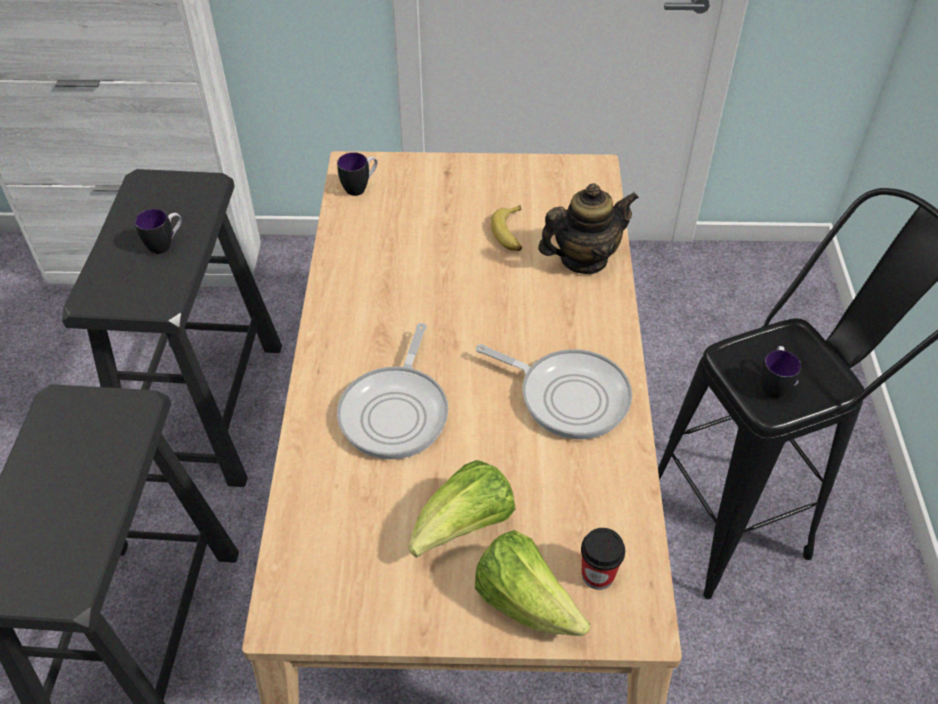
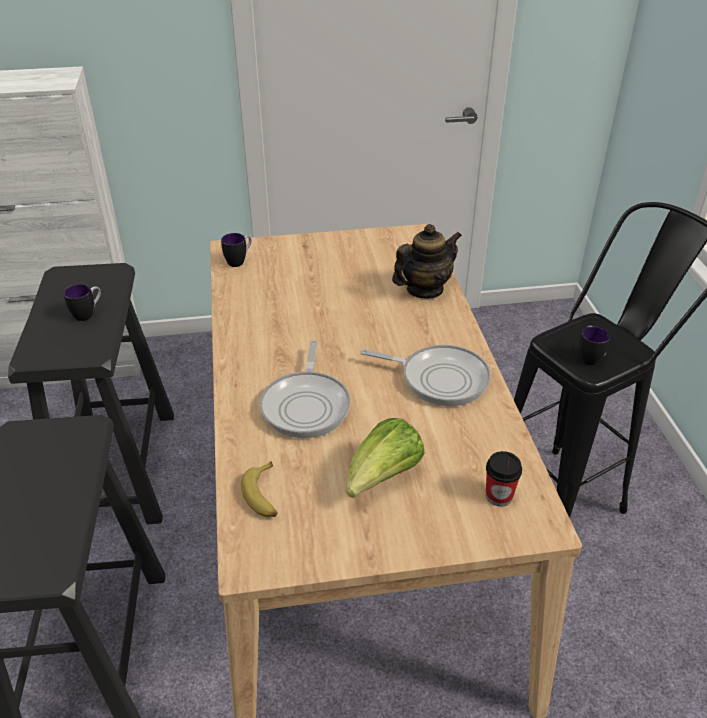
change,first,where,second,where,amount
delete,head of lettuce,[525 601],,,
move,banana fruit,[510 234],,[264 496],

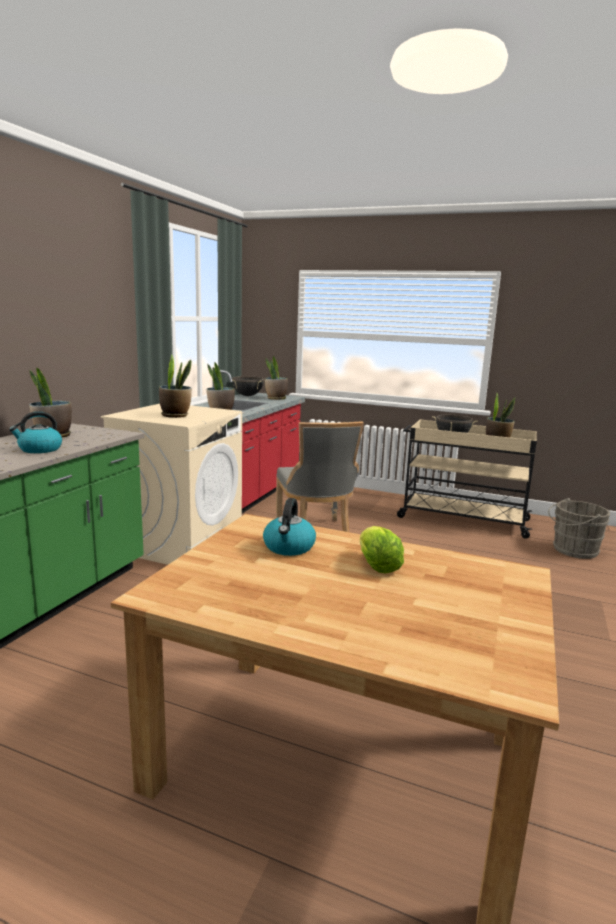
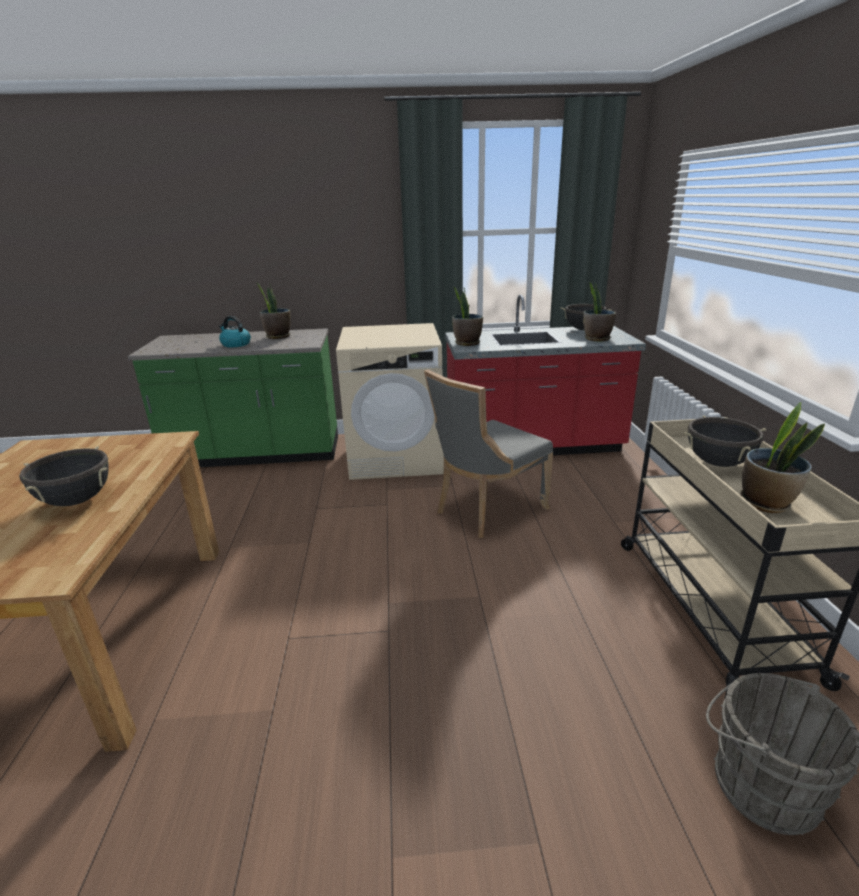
change,first,where,second,where,amount
delete,plant in a pot,[175 415],,,
delete,kettle,[289 547],,,
replace,head of lettuce,[377 565],saucepot (blackish),[76 501],

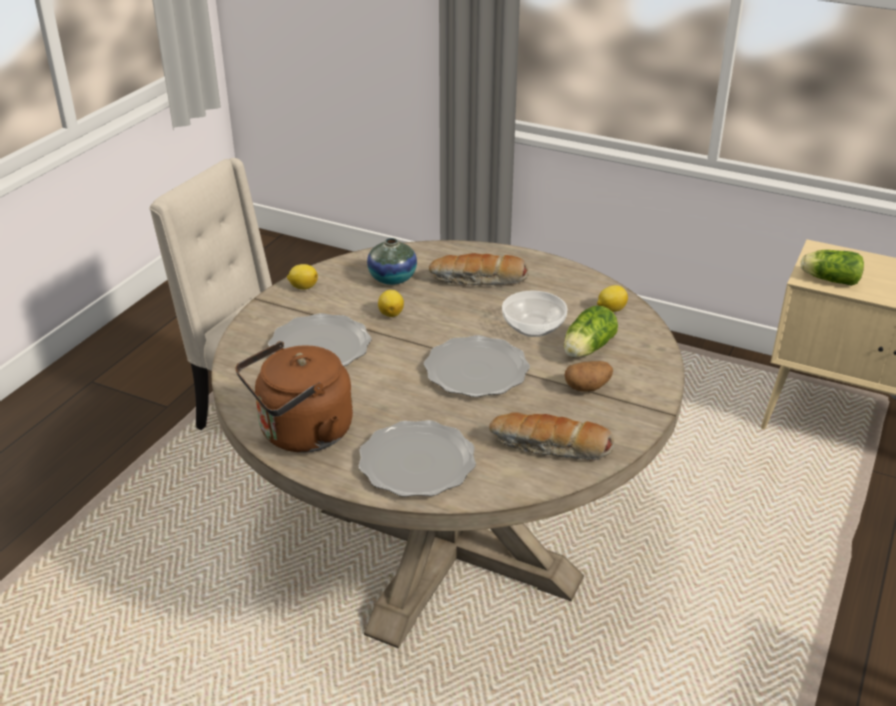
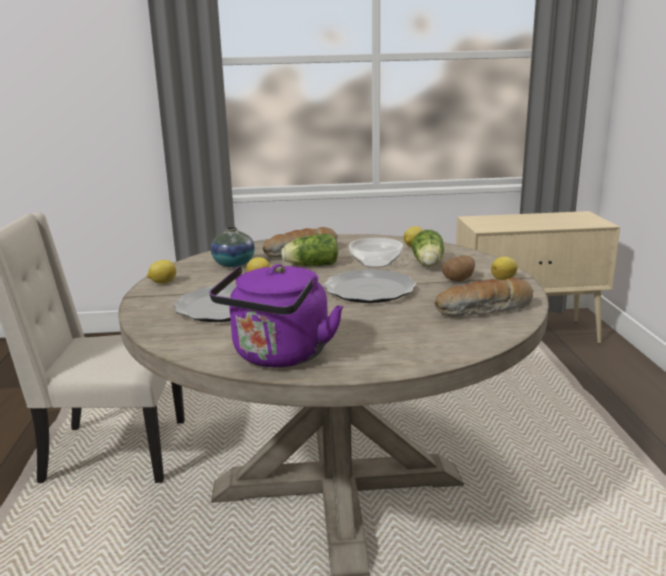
change,first,where,second,where,amount
delete,dinner plate,[416 463],,,
insert,,,whole lemon,[504 279],
move,head of lettuce,[828 279],,[310 265],
recolor,kettle (brownish),[301 434],kettle (purplish),[278 356],

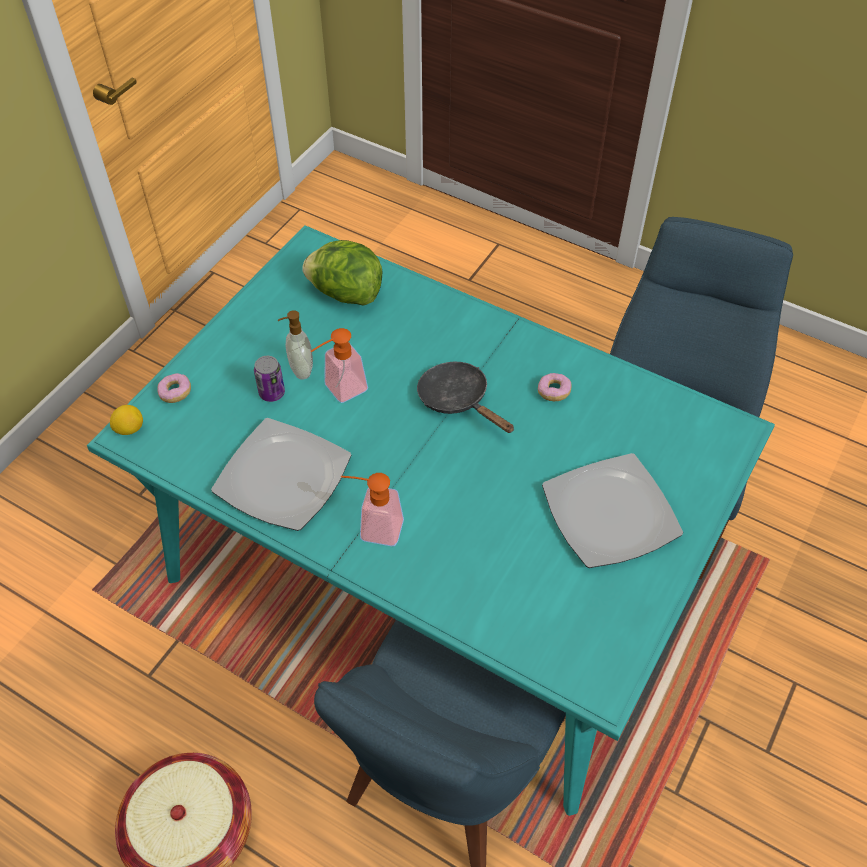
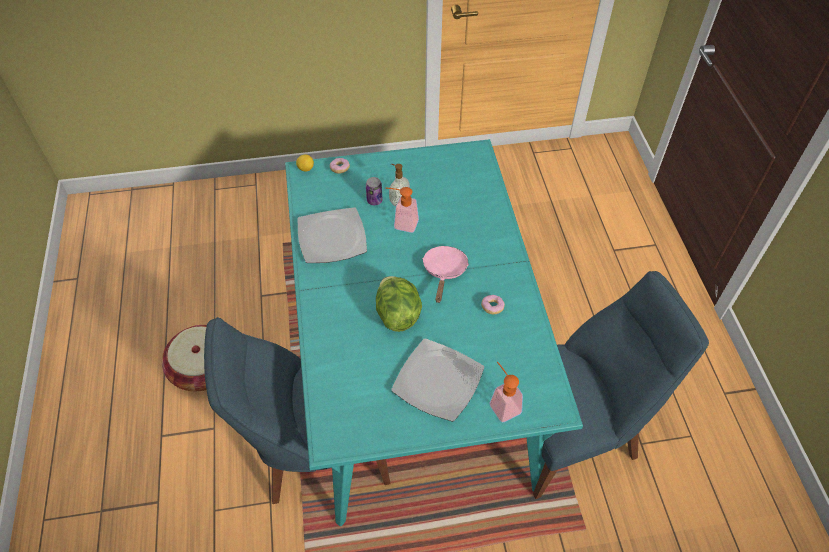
change,first,where,second,where,amount
move,head of lettuce,[345 294],,[397 314],
move,soap dispenser,[373 528],,[502 404],
recolor,pan (blackish),[458 400],pan (pink-coloured),[444 271],

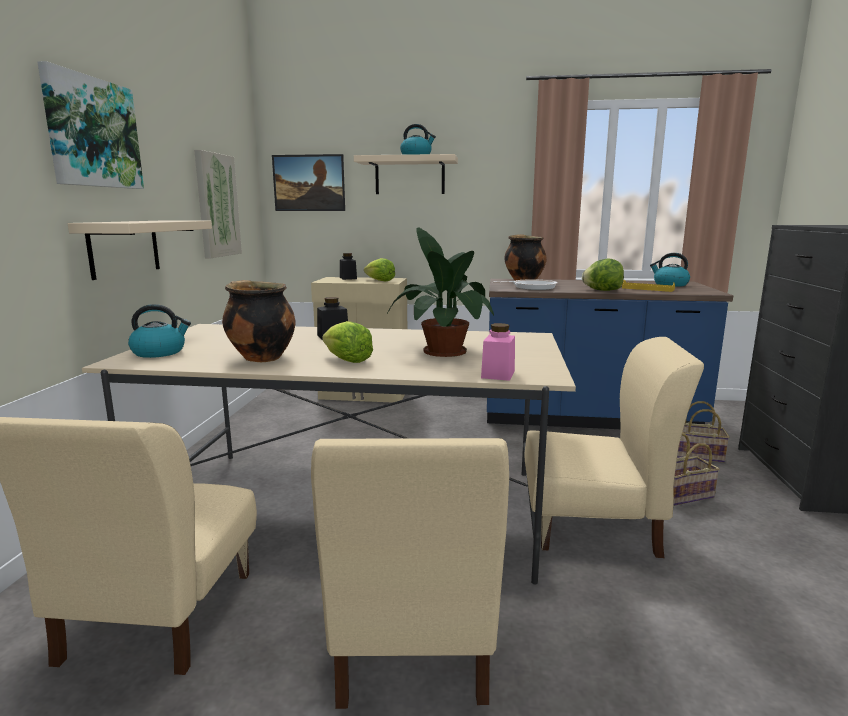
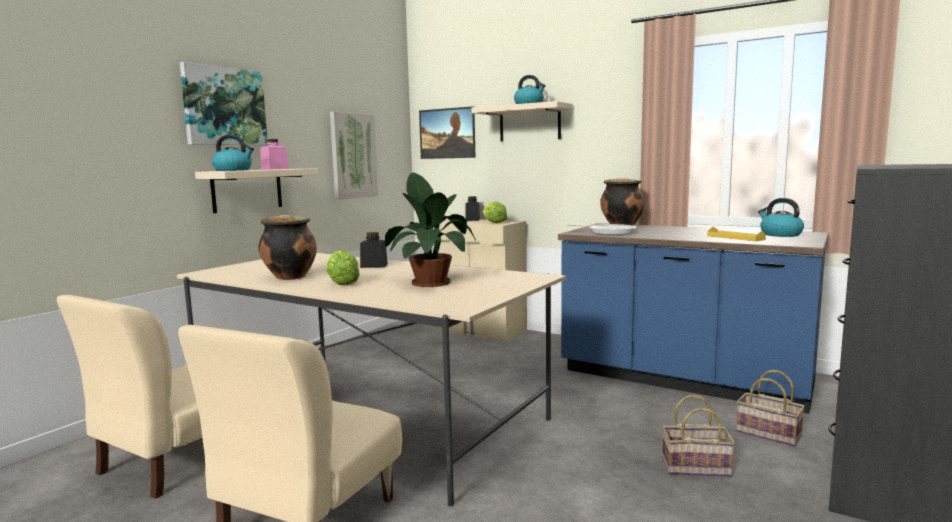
change,first,where,second,where,amount
delete,plain chair (beige-coloured),[593 525],,,
delete,head of lettuce,[602 290],,,
move,kettle,[160 352],,[233 170],
move,preserve jar (pink-coloured),[498 374],,[274 169],

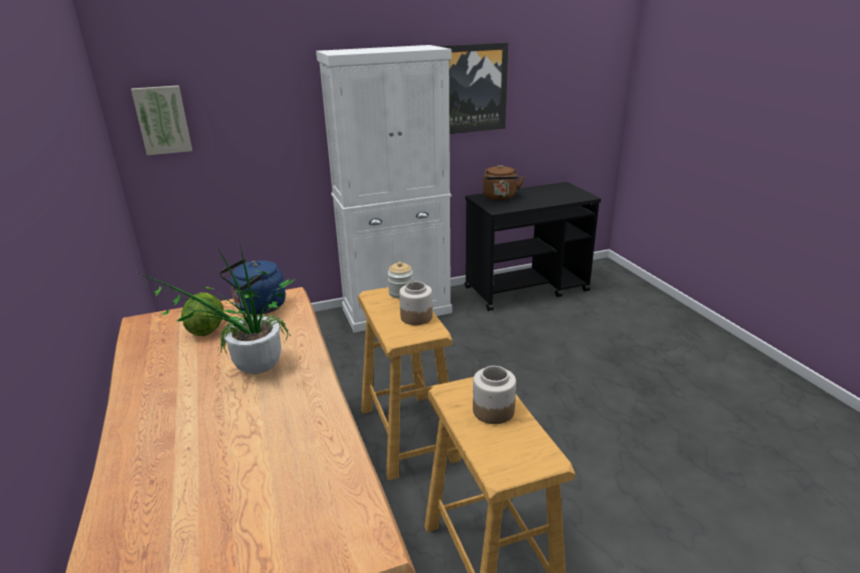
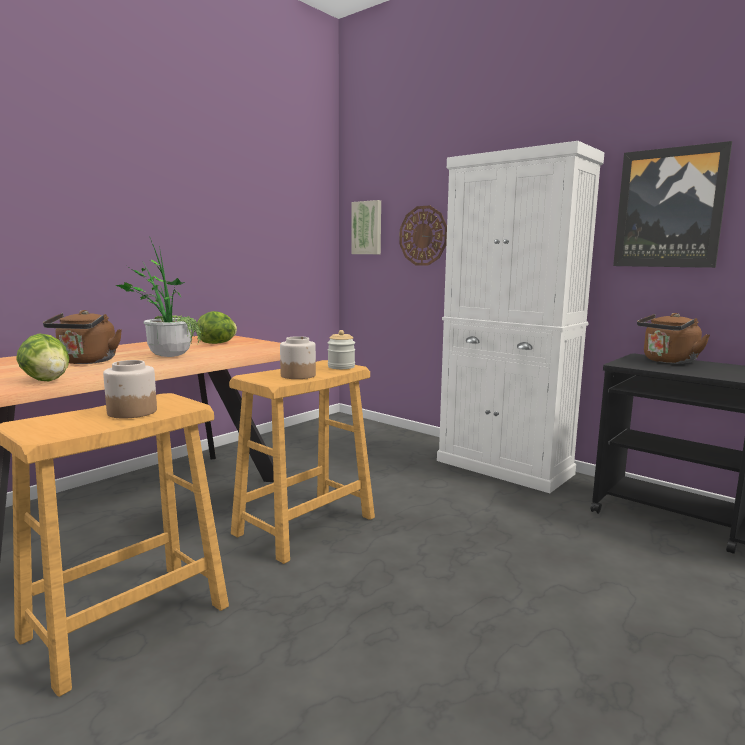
change,first,where,second,where,amount
delete,kettle (blue),[258 308],,,
insert,,,head of lettuce,[47 380],
insert,,,kettle (brownish),[86 362],
insert,,,wall clock,[423 236],

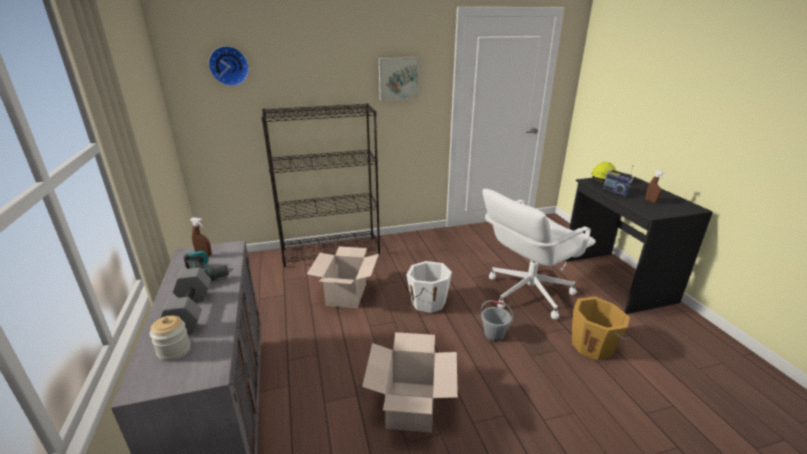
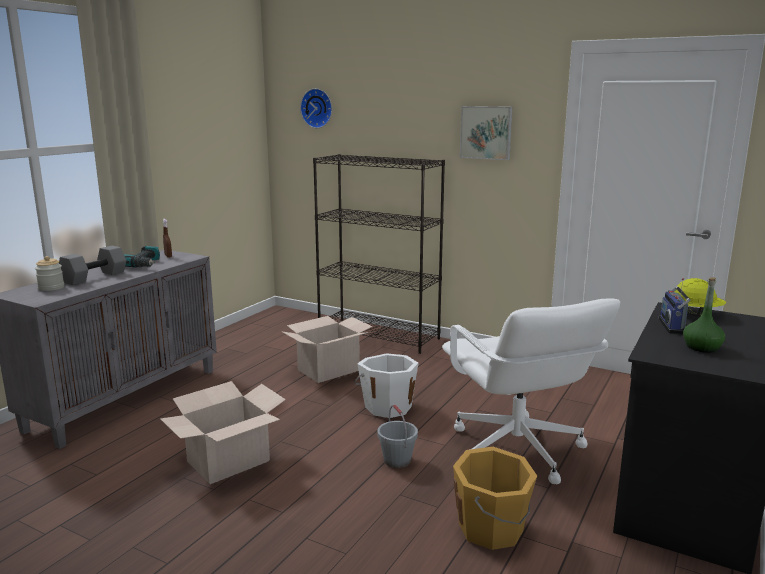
change,first,where,second,where,amount
replace,sprayer (brownish),[651 201],drink bottle (green-coloured),[701 347],
rotate,desk chair (white),[527 293],,[516 450],120 degrees counterclockwise

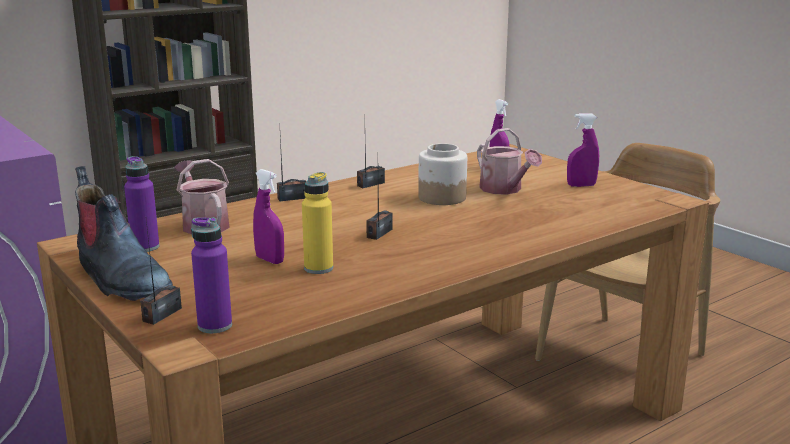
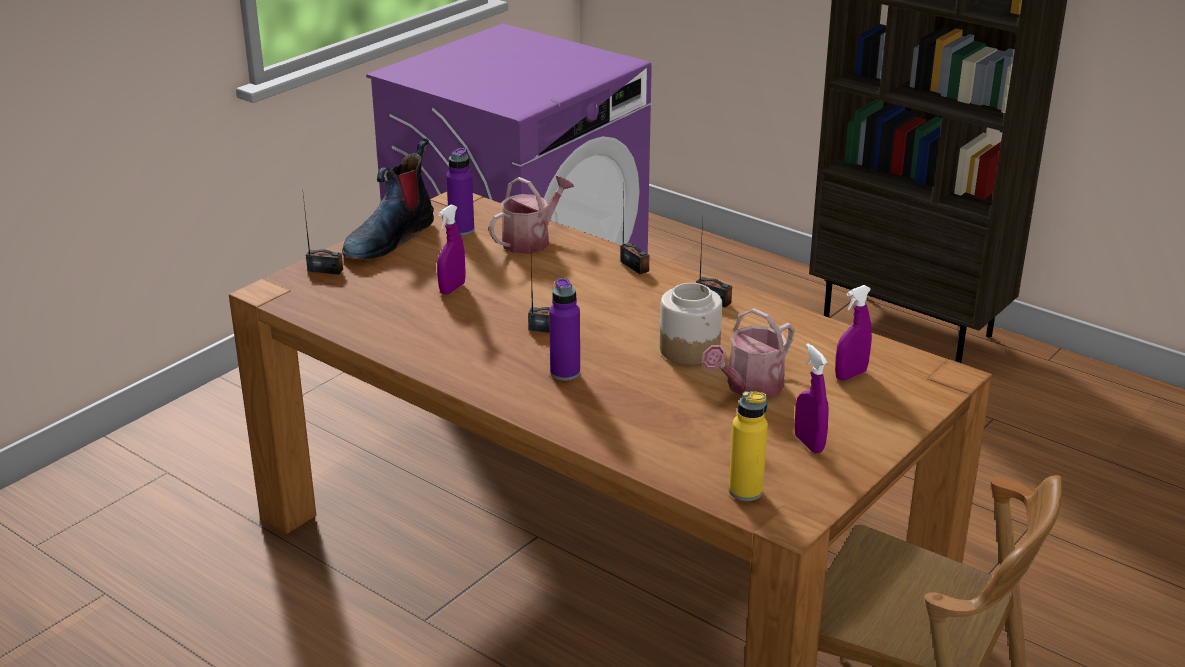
change,first,where,second,where,amount
move,drink bottle (purplish),[215 326],,[565 373],
move,drink bottle (yellow-coloured),[318 268],,[745 491],

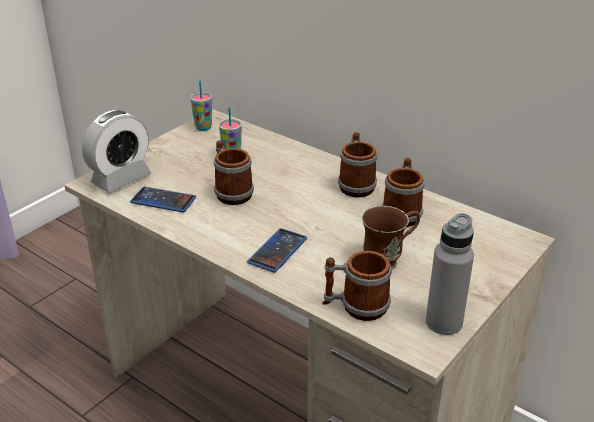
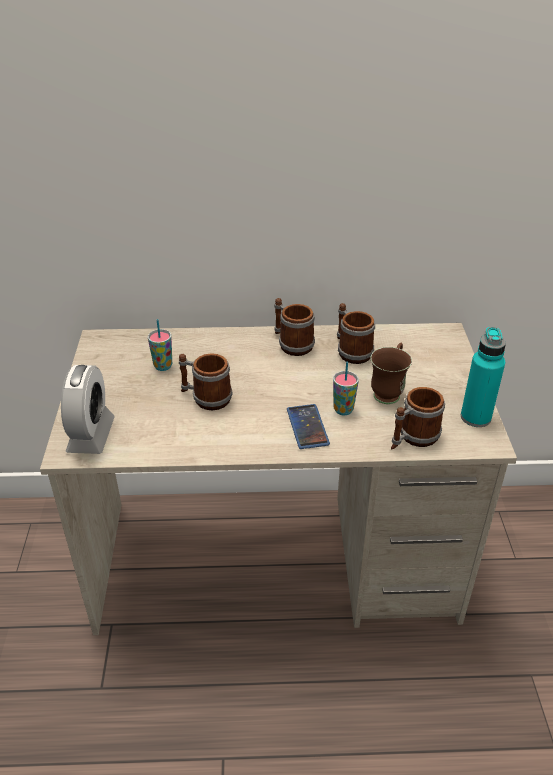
change,first,where,second,where,amount
delete,phone,[163 200],,,
move,drinking cup,[203 128],,[343 410],
recolor,drink bottle (greyish),[444 322],drink bottle (turquoise),[475 417],

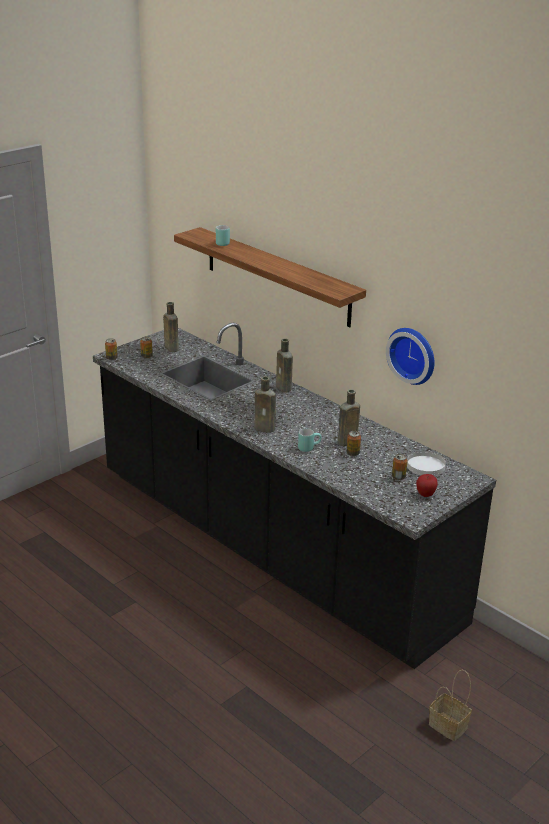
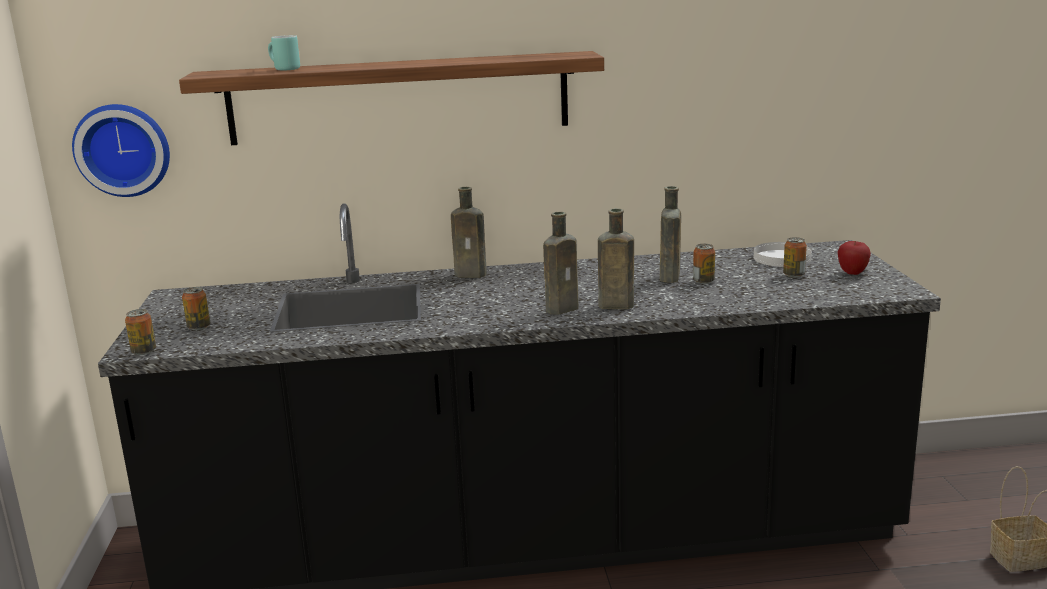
change,first,where,second,where,amount
delete,mug (turquoise),[308 447],,,
move,drink bottle (brownish),[171 348],,[613 306],
move,wall clock,[413 354],,[123 149],

